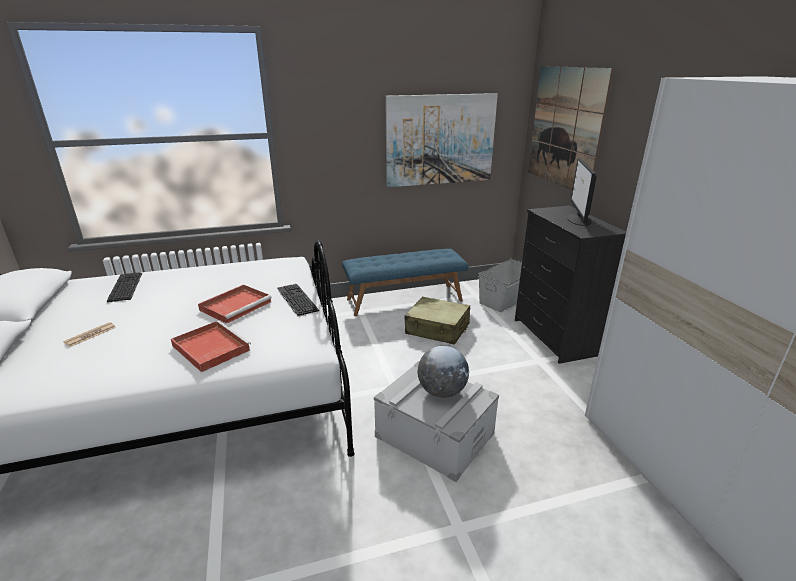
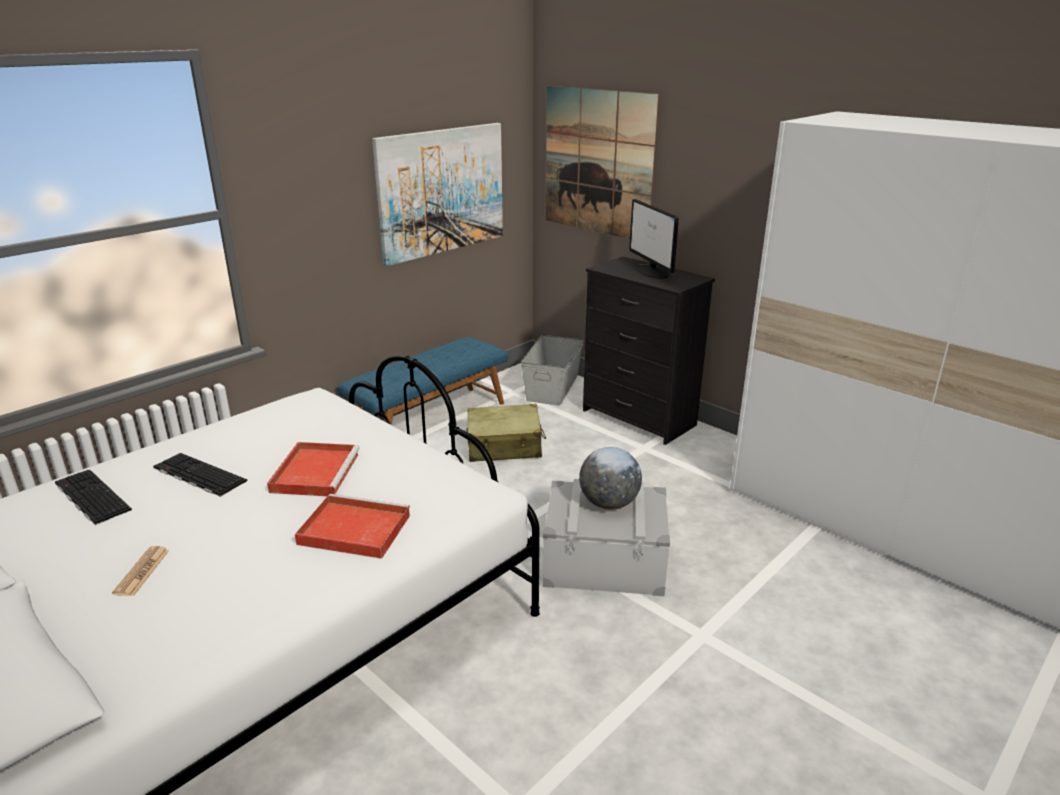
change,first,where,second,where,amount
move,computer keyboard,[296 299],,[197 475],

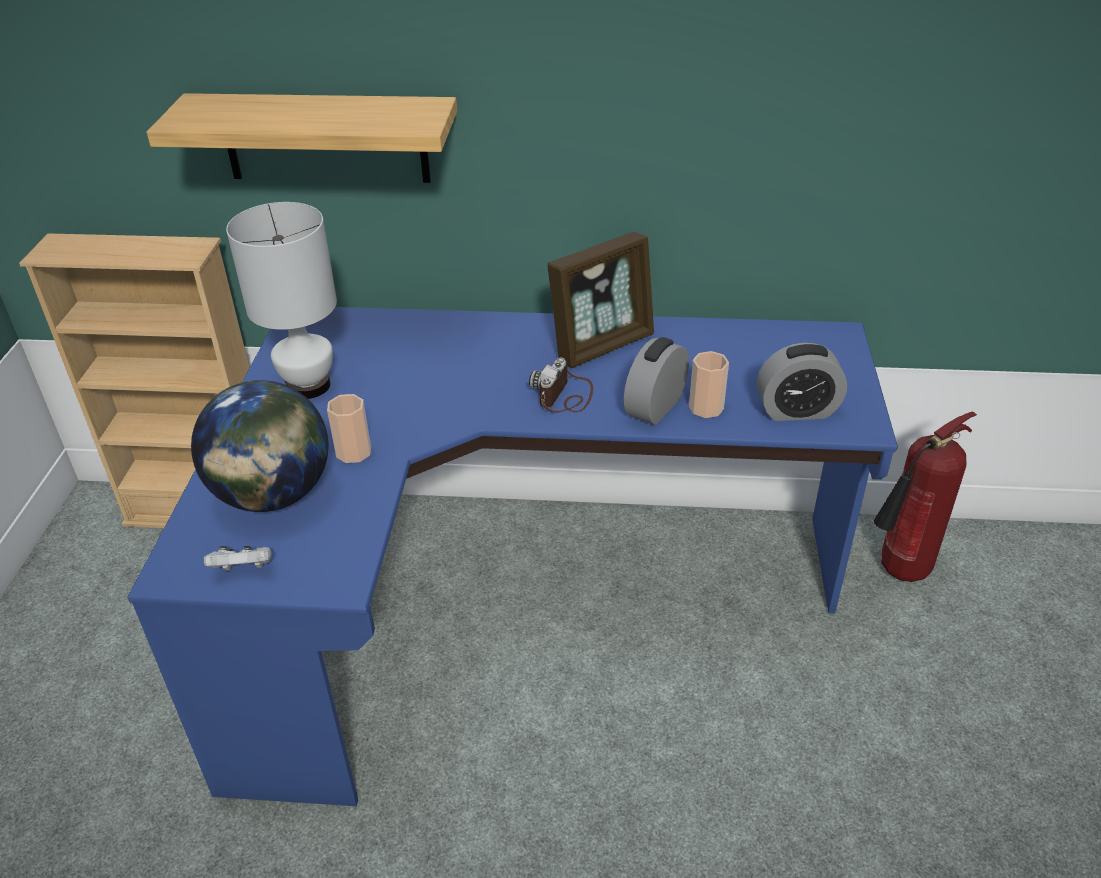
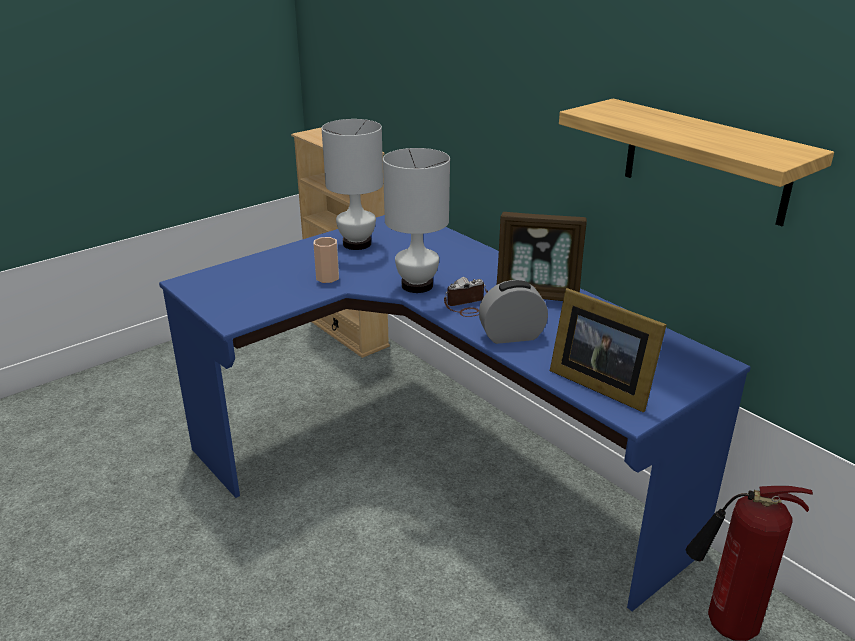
change,first,where,second,where,amount
delete,desk globe,[273 495],,,
delete,gamepad (white),[244 570],,,
delete,drinking cup,[706 408],,,
insert,,,tabletop lamp (white),[416 285],
move,shelf,[325 138],,[705 161],
replace,bedside clock,[797 411],picture frame,[599 383],

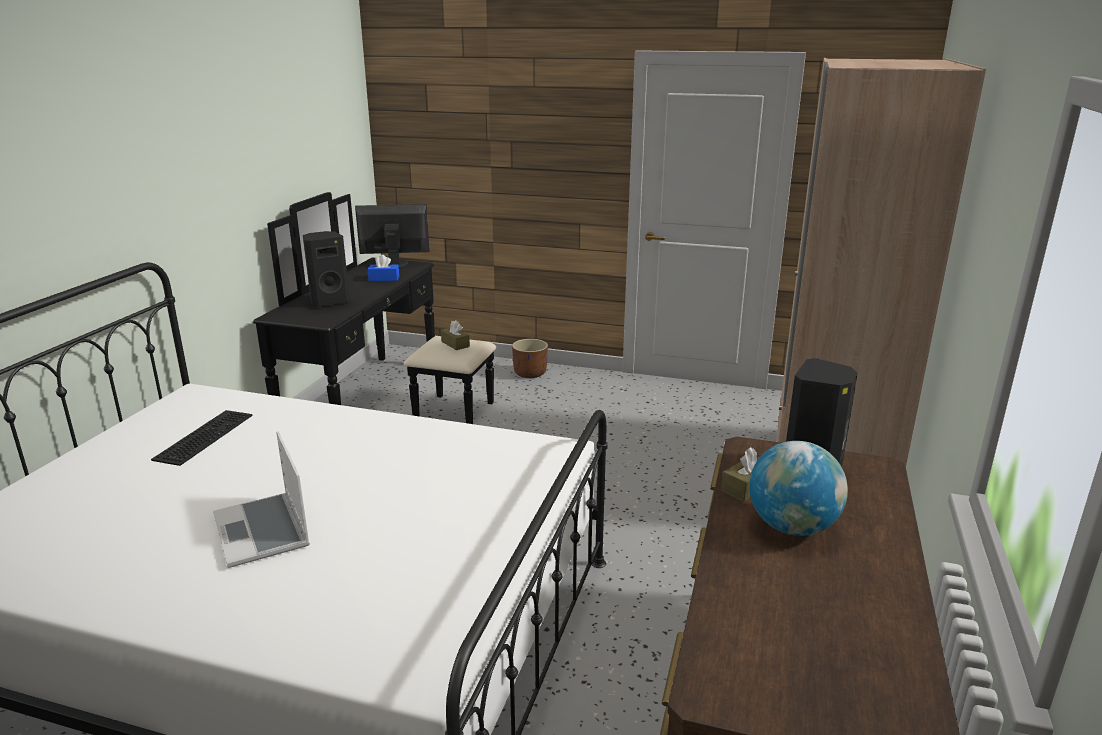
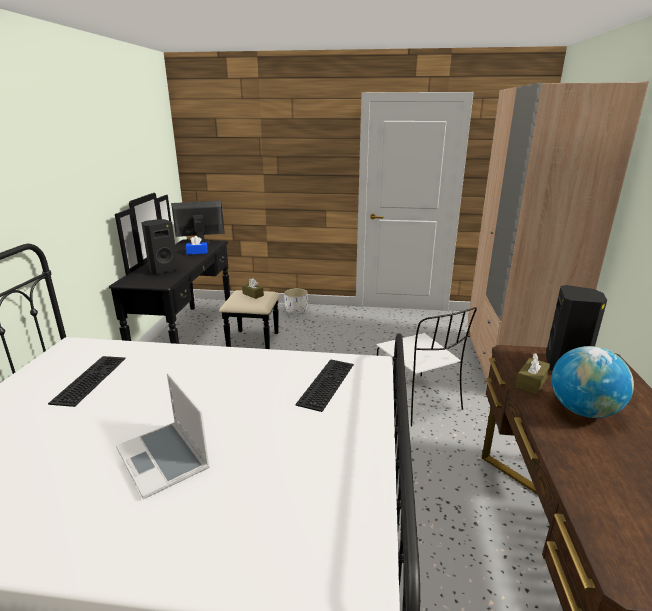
change,first,where,second,where,amount
insert,,,computer keyboard,[325 382],
insert,,,plain chair (white),[418 400],
recolor,planter (brownish),[530 373],planter (white),[296 311],

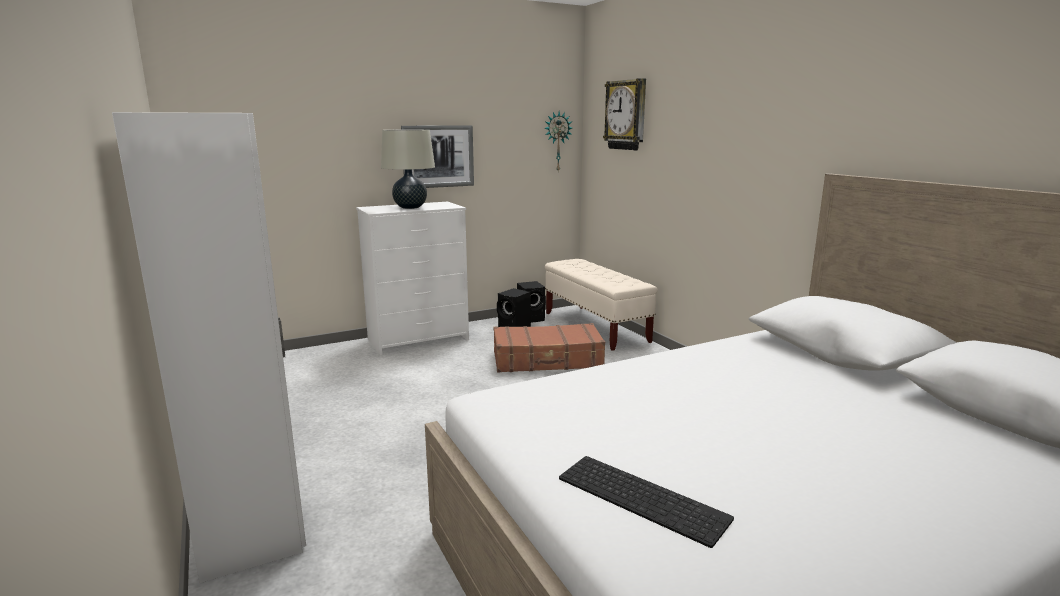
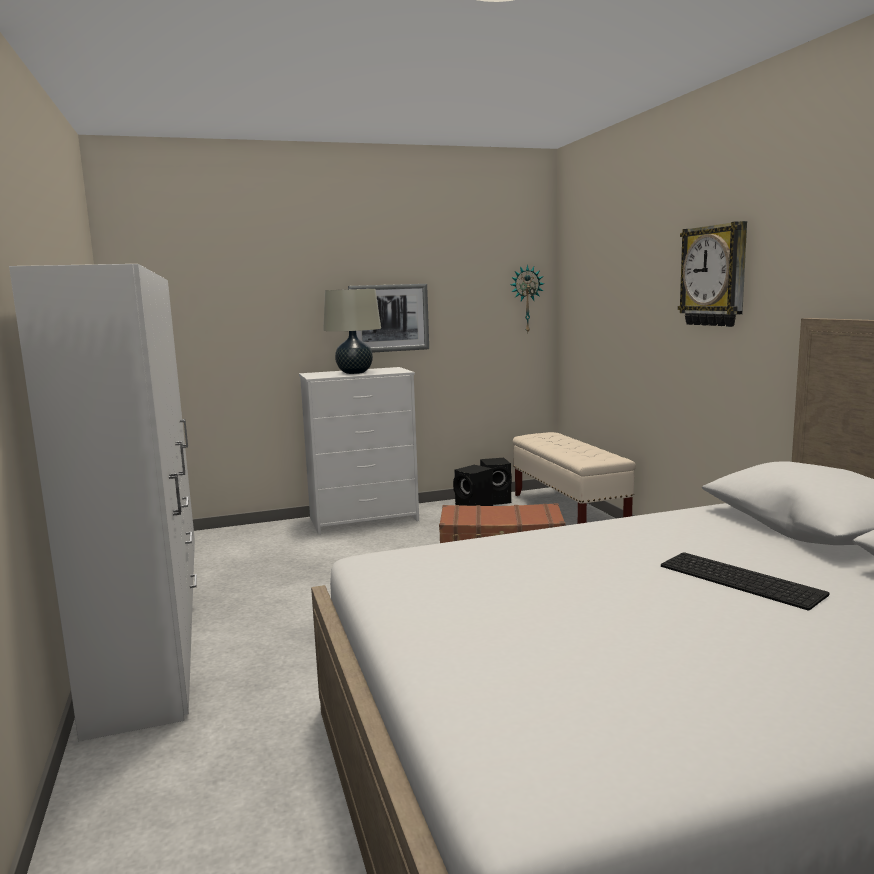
change,first,where,second,where,amount
move,computer keyboard,[644 497],,[742 579],
move,wall clock,[626 115],,[714 276],

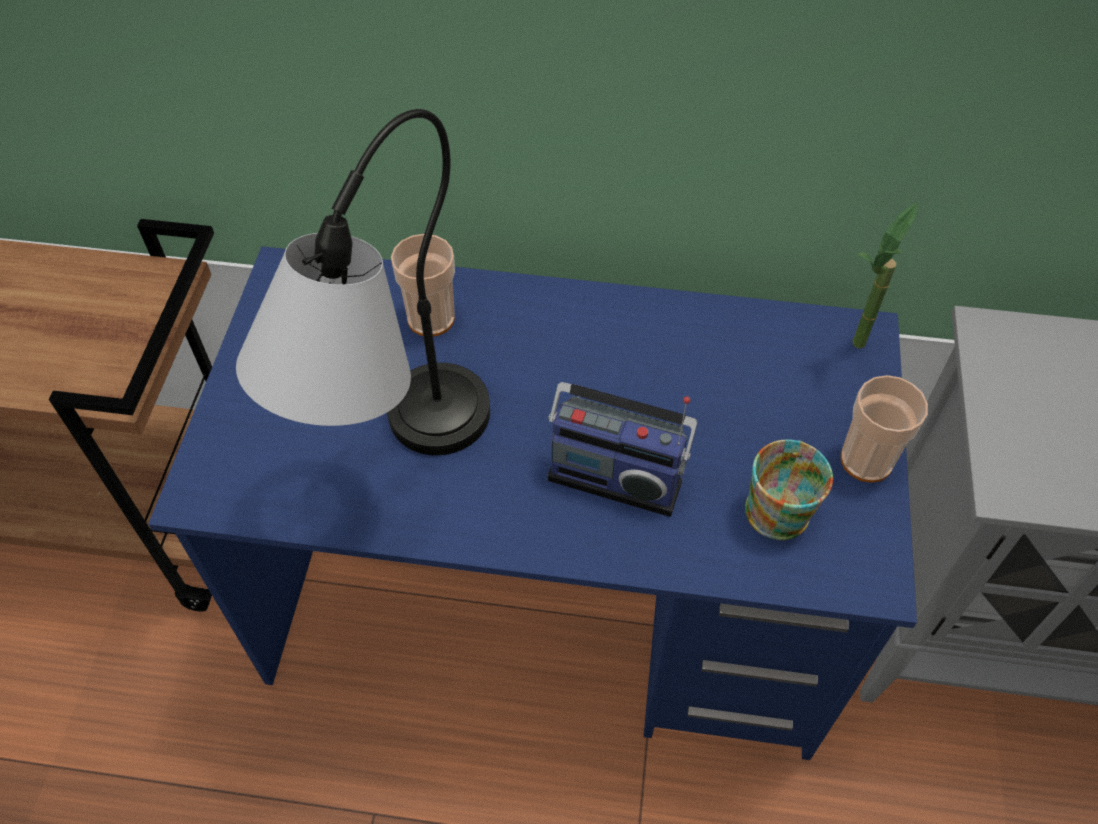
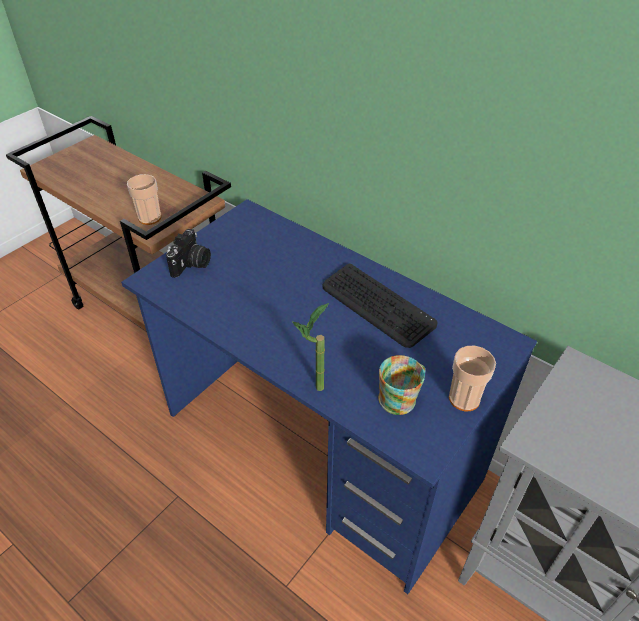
change,first,where,second,where,amount
delete,tabletop lamp,[391 460],,,
delete,radio set,[616 475],,,
insert,,,photo camera,[191 264],
insert,,,computer keyboard,[376 306],
move,drinking cup,[431 318],,[150 218],
move,plant in a pot,[853 352],,[312 391],

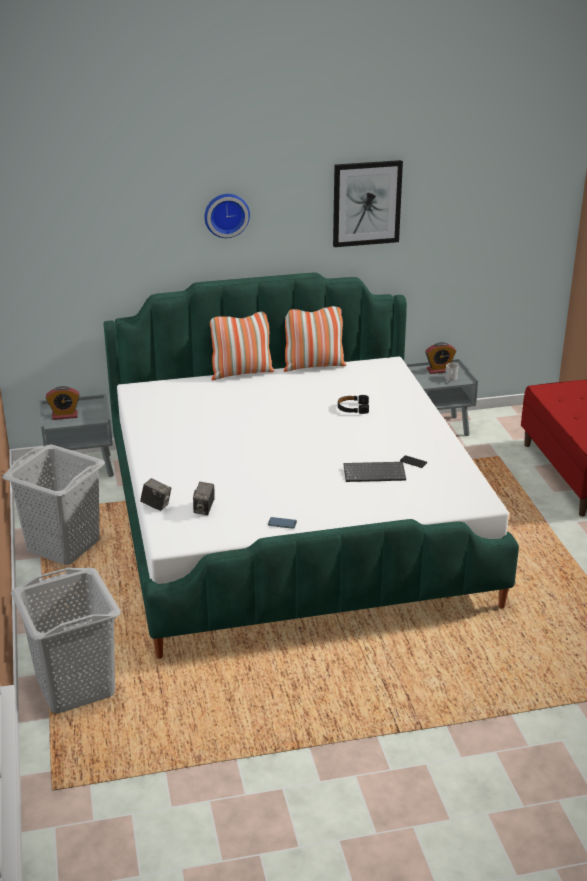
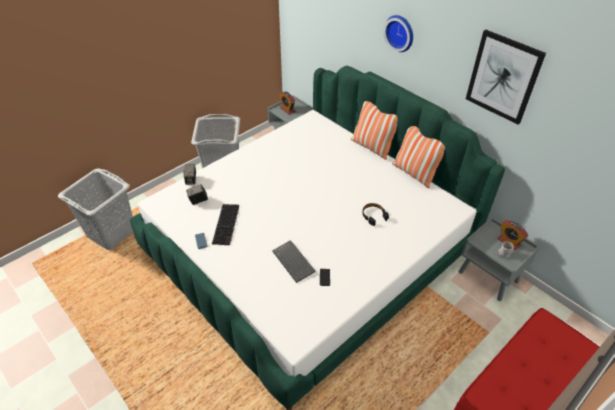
change,first,where,second,where,amount
insert,,,computer keyboard,[226 224],

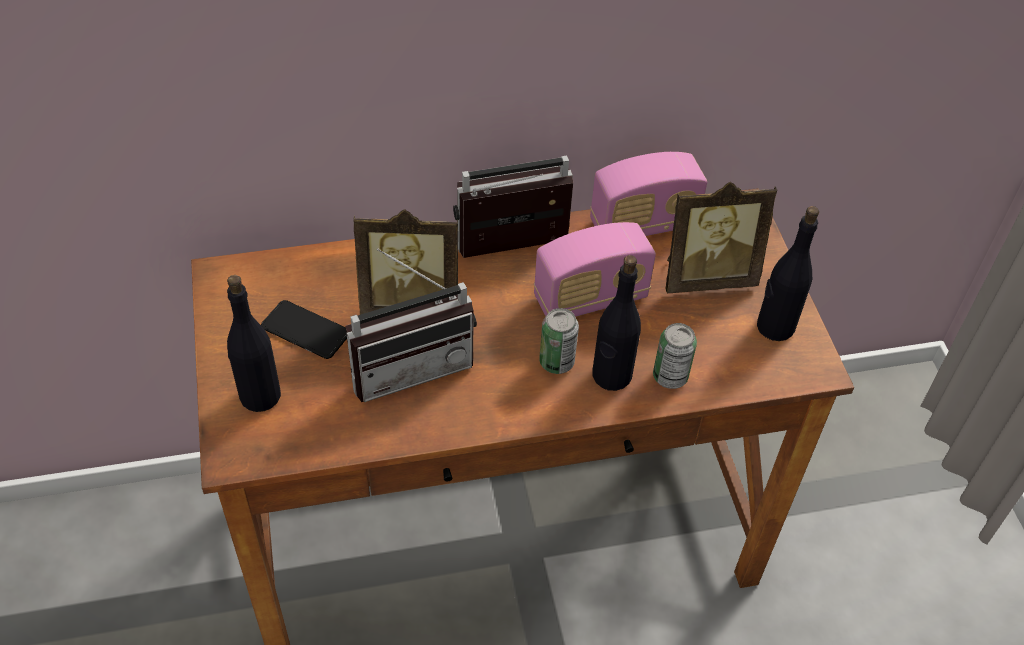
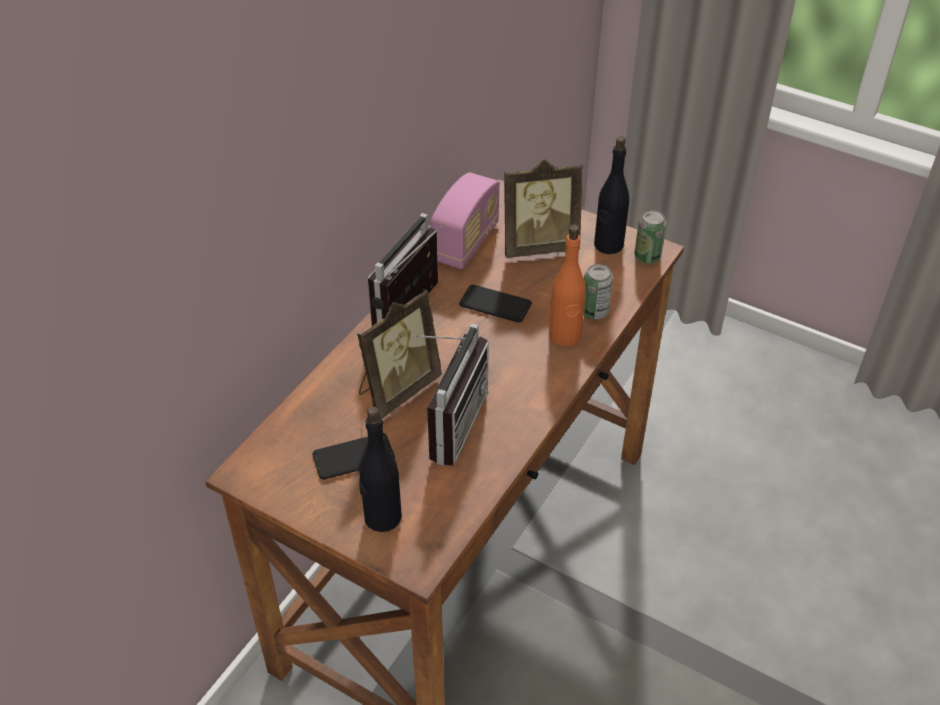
change,first,where,second,where,amount
move,sealed can,[556 362],,[647 257],
replace,radio set,[590 298],phone,[495 304],
recolor,drink bottle (blackish),[611 376],drink bottle (orange),[565 336],
rotate,picture frame,[706 276],,[538 245],45 degrees clockwise

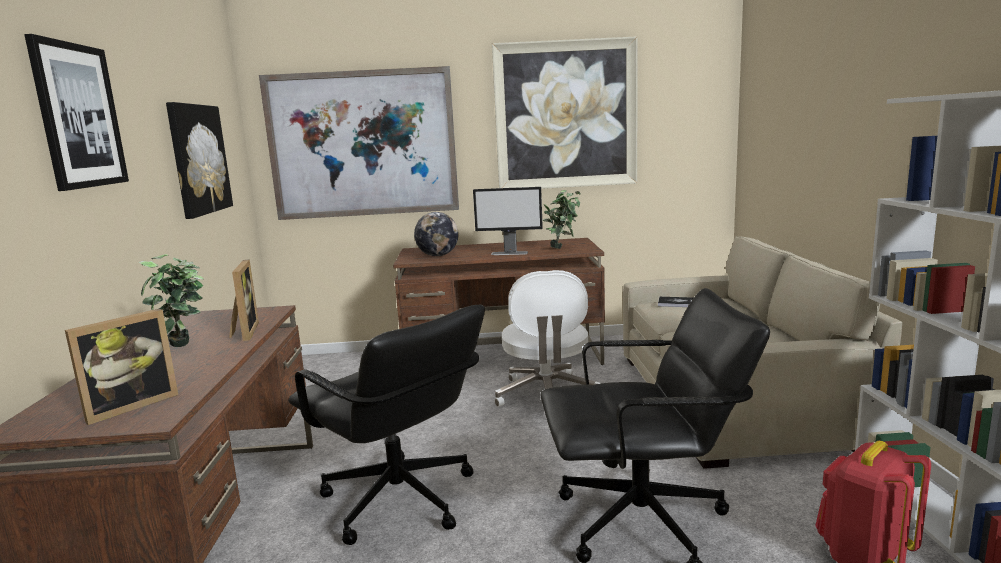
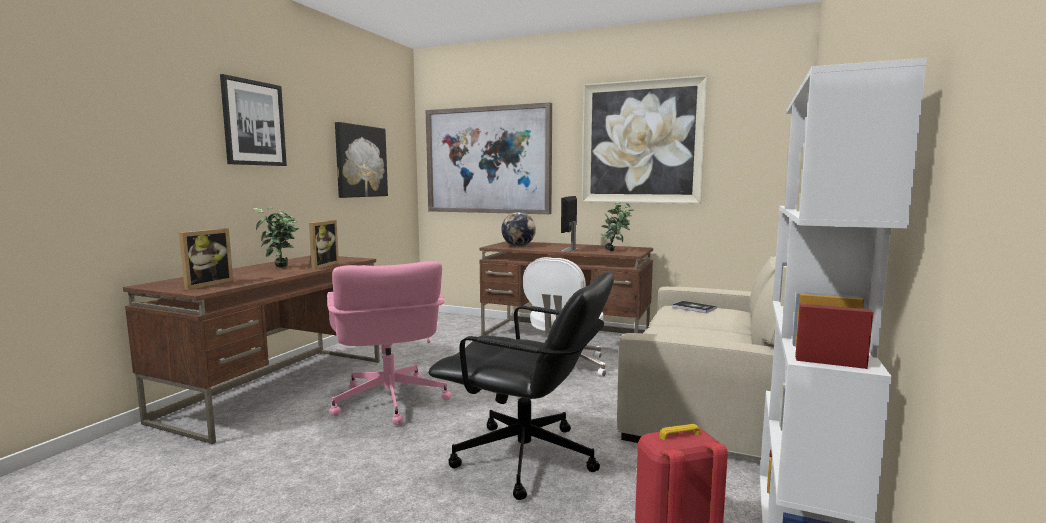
change,first,where,second,where,amount
recolor,desk chair (blackish),[399 500],desk chair (pink-coloured),[389 402],
rotate,picture frame,[130 405],,[205 284],45 degrees counterclockwise
rotate,computer screen,[510 253],,[569 250],75 degrees clockwise

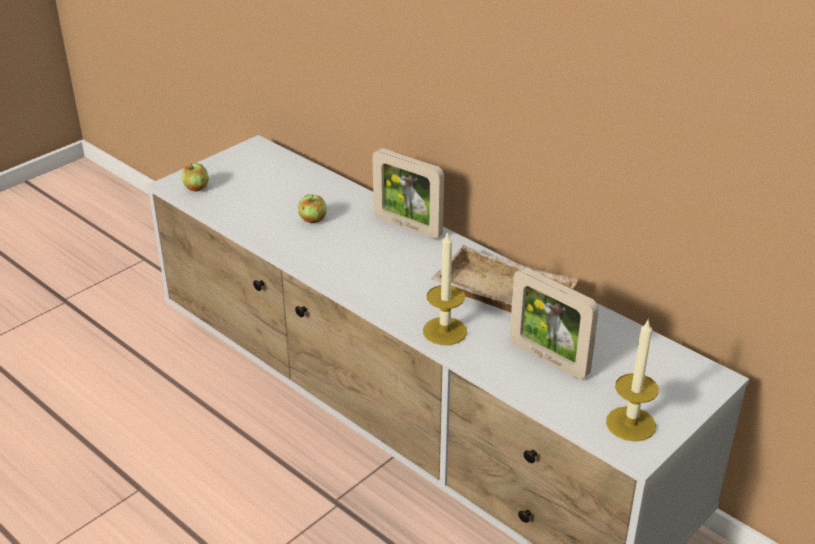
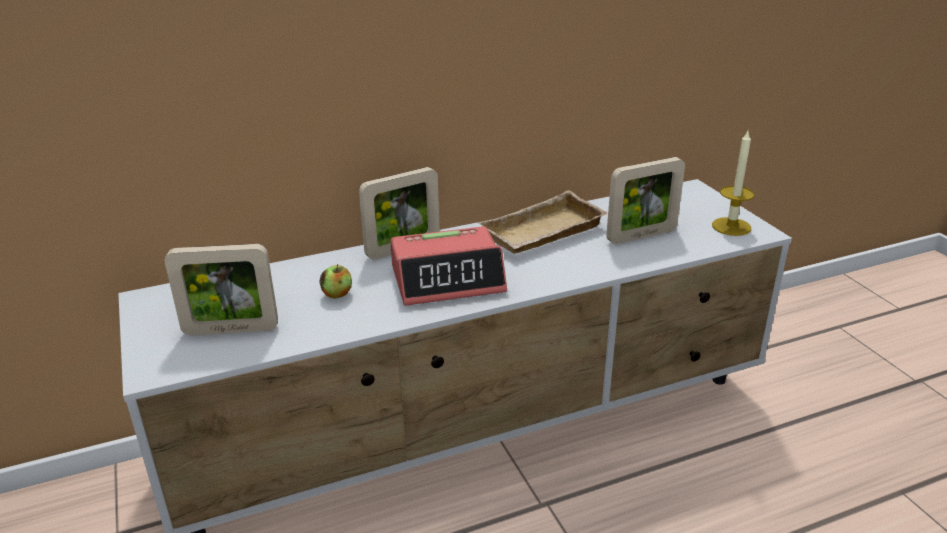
change,first,where,second,where,amount
delete,apple fruit,[196 188],,,
delete,wax candle,[444 331],,,
insert,,,picture frame,[231 330],
insert,,,bedside clock,[448 279],

